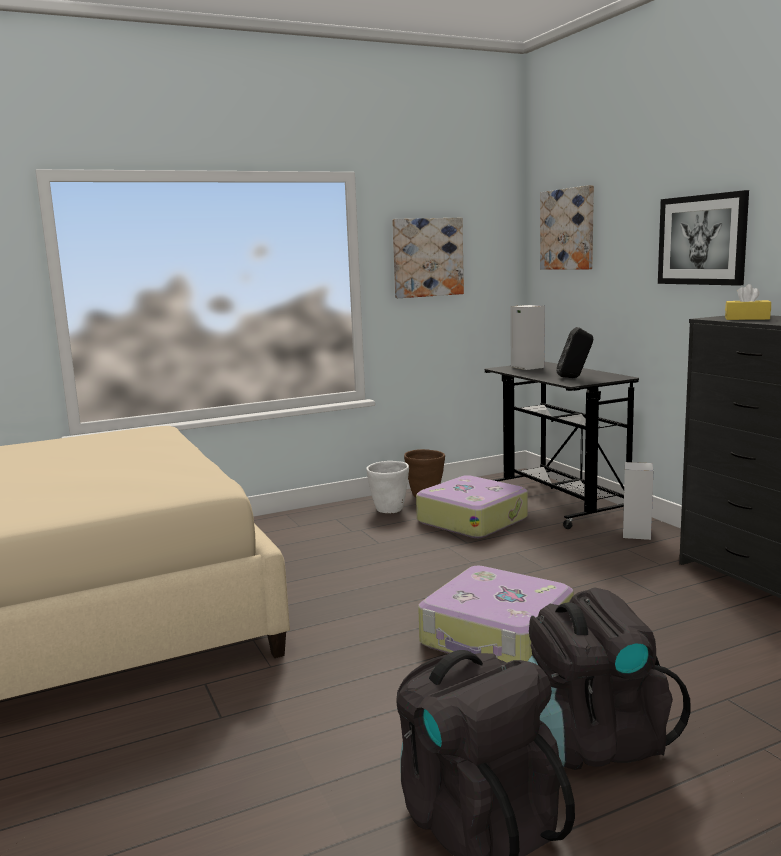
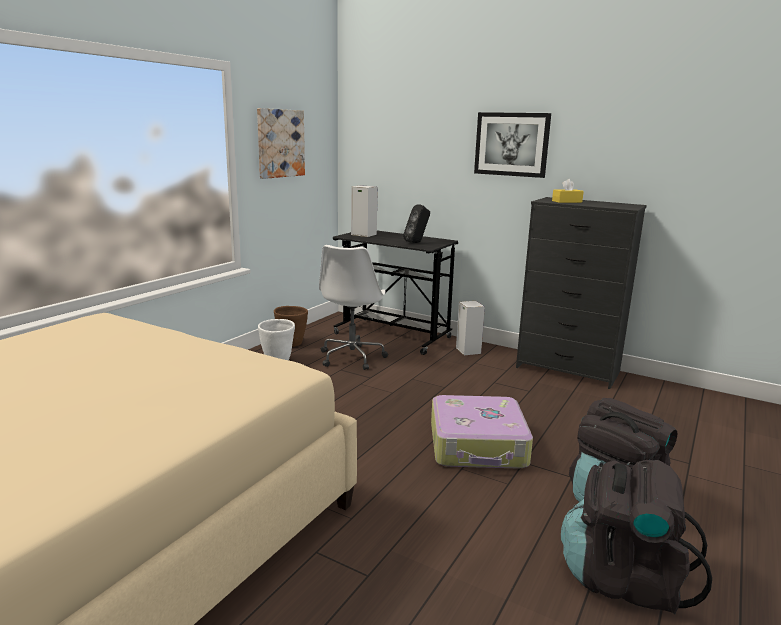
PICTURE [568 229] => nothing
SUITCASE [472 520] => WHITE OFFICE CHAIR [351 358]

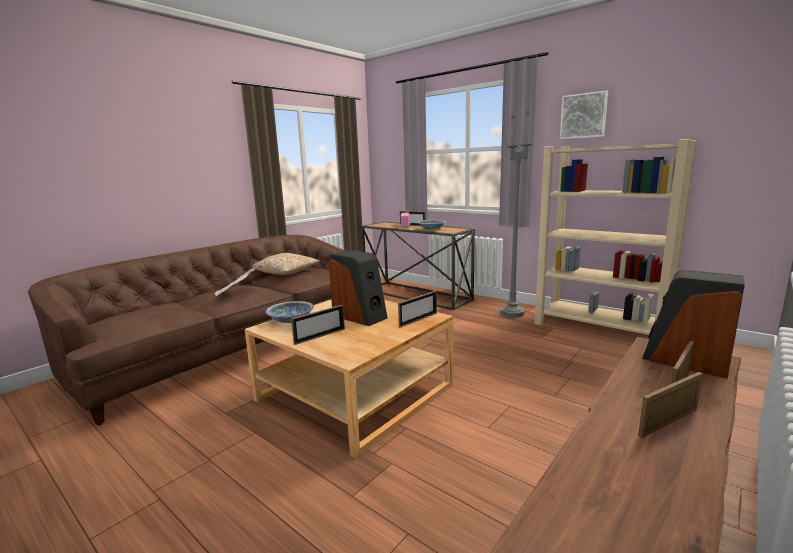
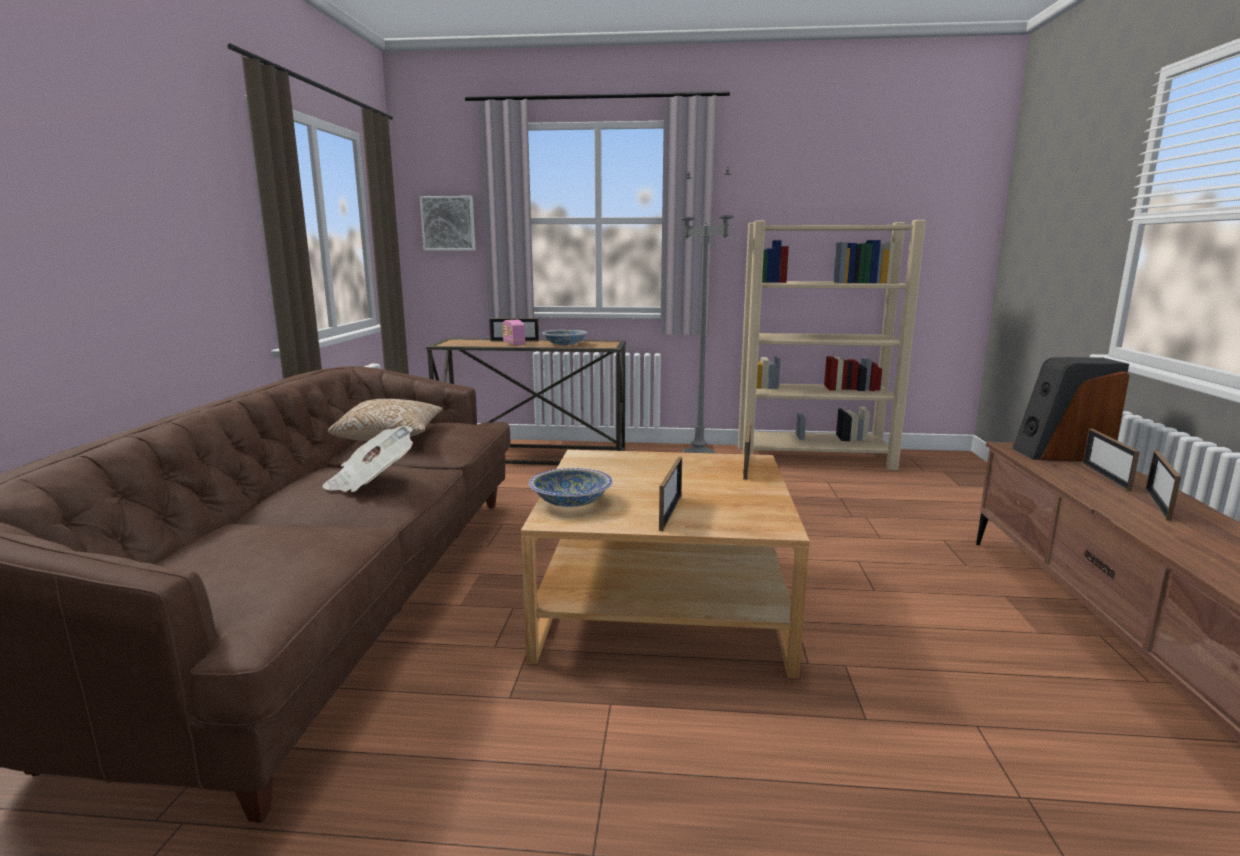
SPEAKER [360 316] => nothing
PICTURE [583 116] => PICTURE [448 223], moved

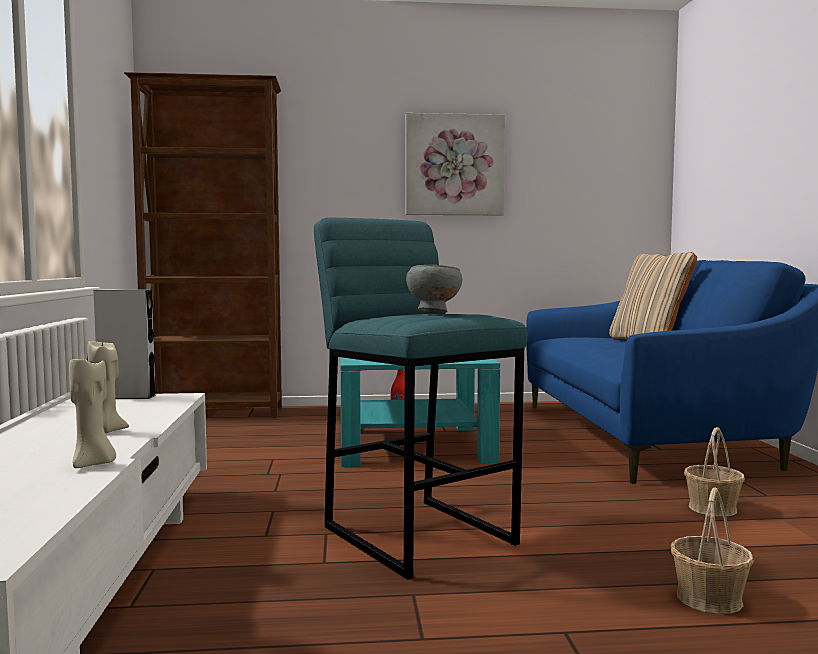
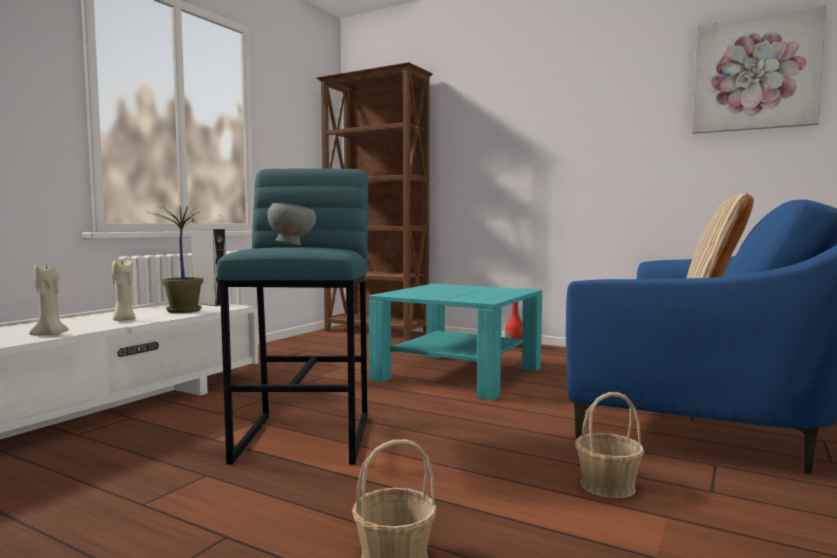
nothing => POTTED PLANT [185 311]
PICTURE [454 165] => PICTURE [755 74], moved

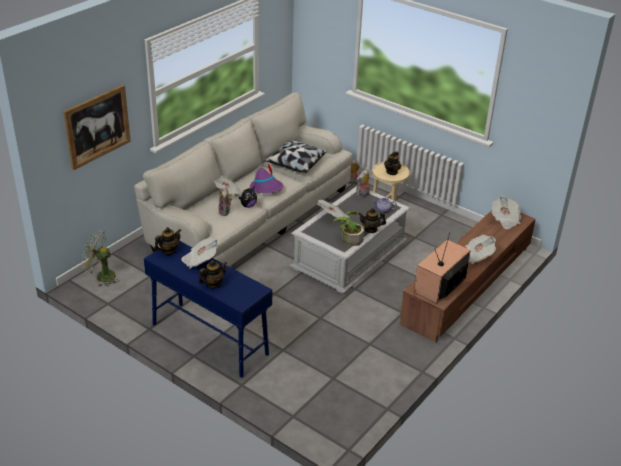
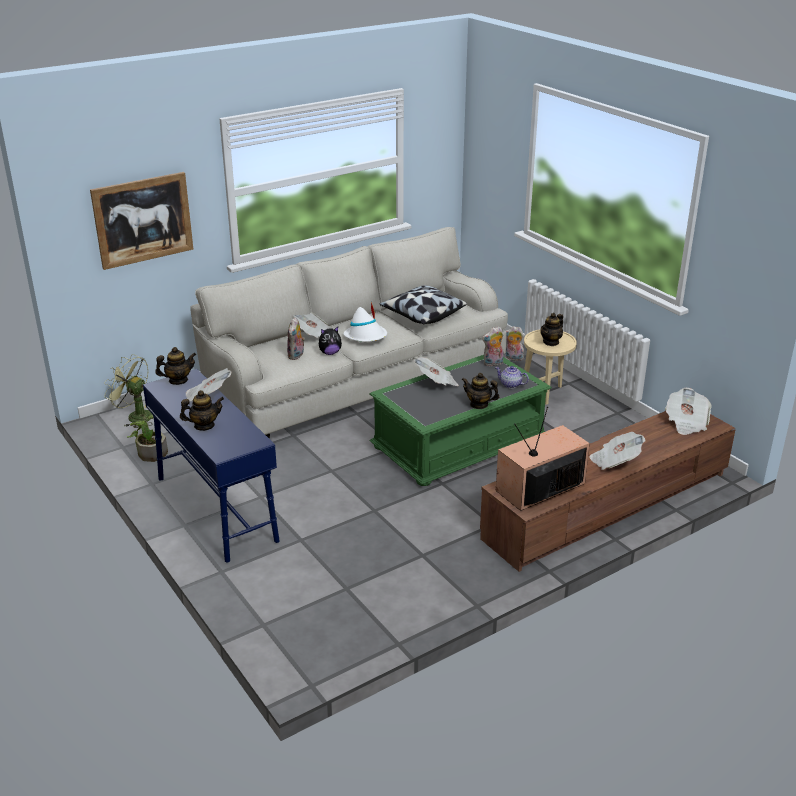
POTTED PLANT [349 238] => POTTED PLANT [150 452], moved
PURPLE HAT [267 188] => WHITE HAT [366 336]
WHITE COFFEE TABLE [349 255] => GREEN COFFEE TABLE [459 442]

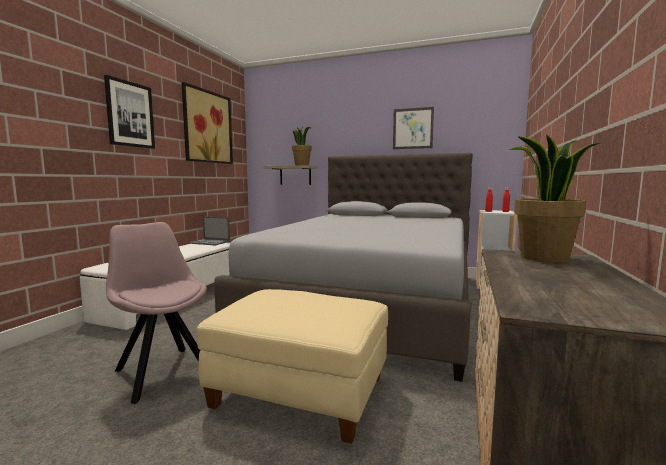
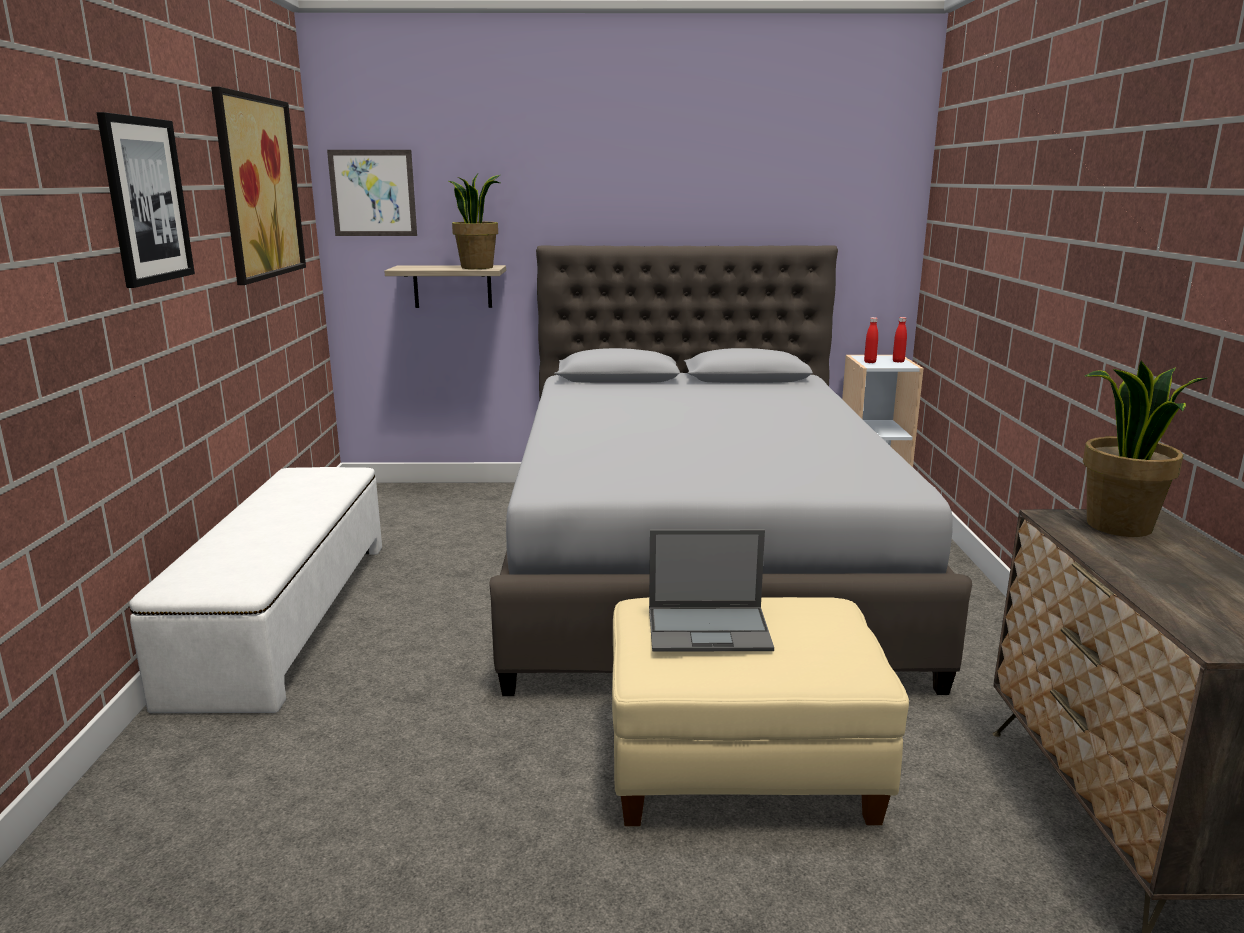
PINK CHAIR [163 372] => nothing
LAPTOP [210 242] => LAPTOP [710 629], moved
PICTURE [413 128] => PICTURE [373 193], moved

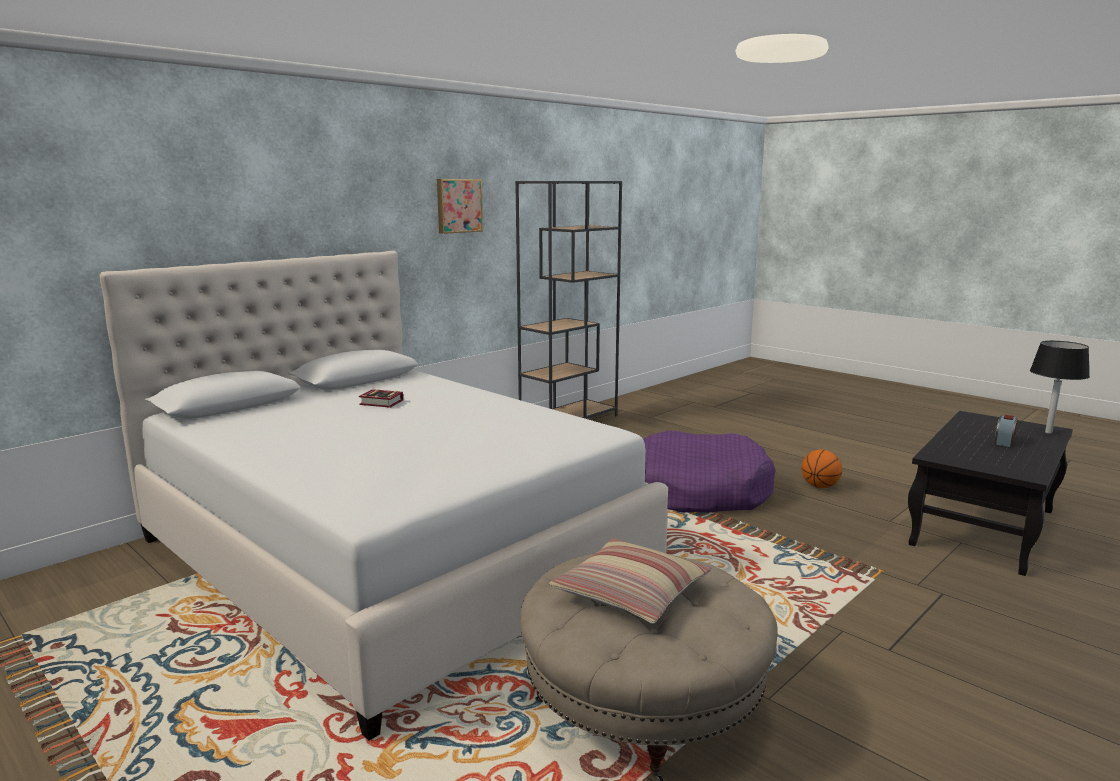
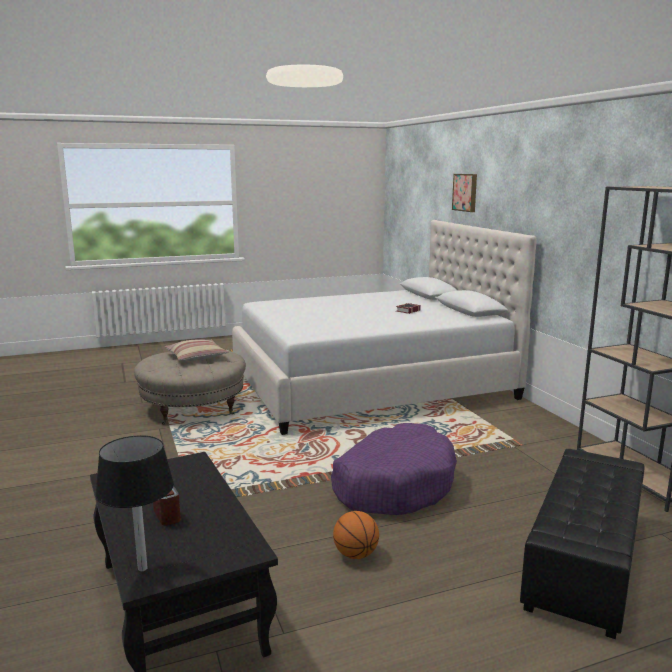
nothing => BLACK OTTOMAN [585 561]
PICTURE [458 205] => PICTURE [465 192], moved

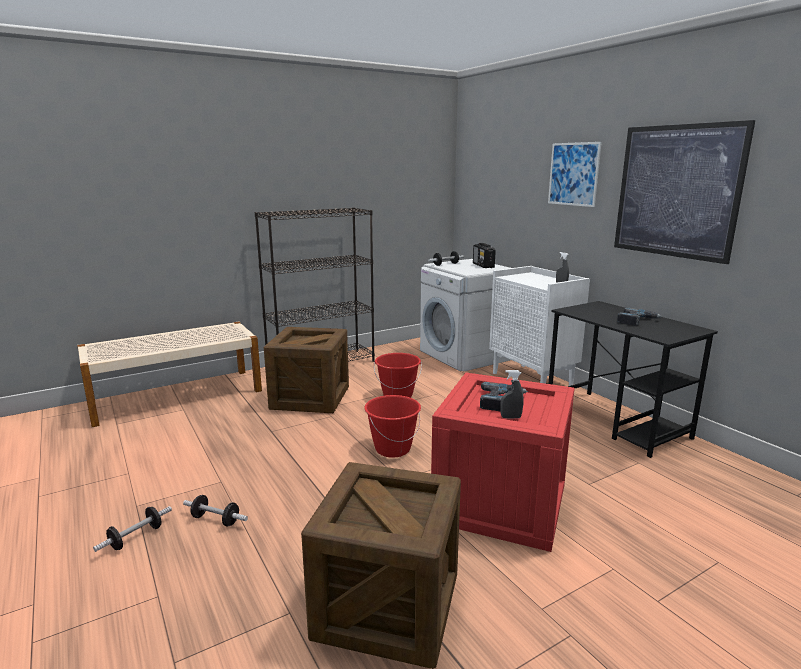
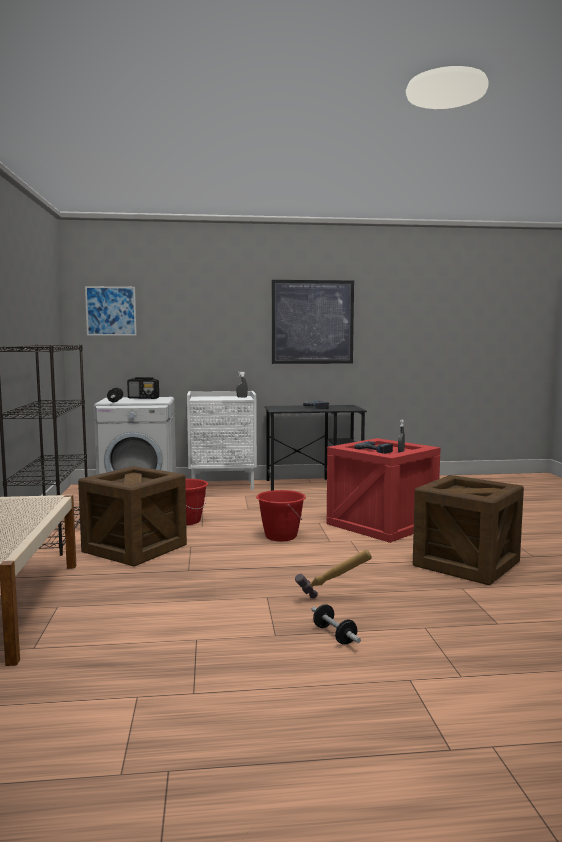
PICTURE [573 174] => PICTURE [111 311], moved
DUMBBELL [216 520] => HAMMER [332 602]

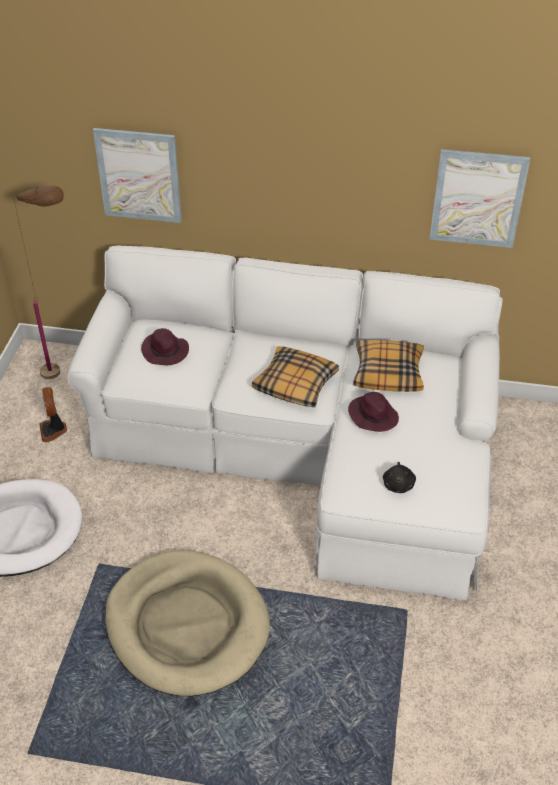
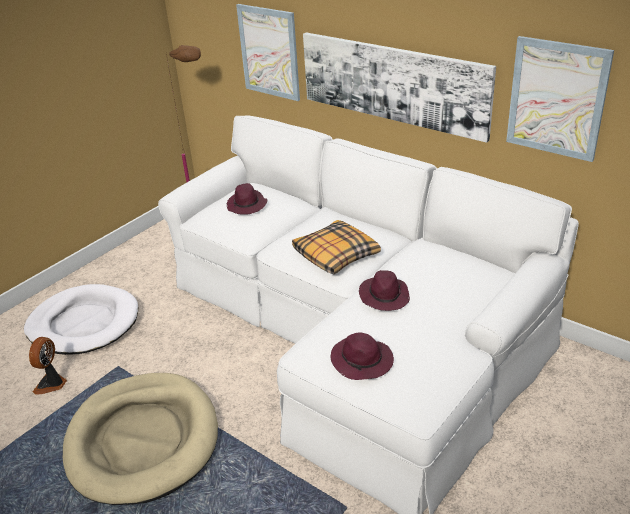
PILLOW [388 372] => nothing
nothing => PICTURE [393 83]
FAN [53 430] => FAN [52 384], moved
BLACK PLUSH TOY [398 484] => PURPLE HAT [362 361]

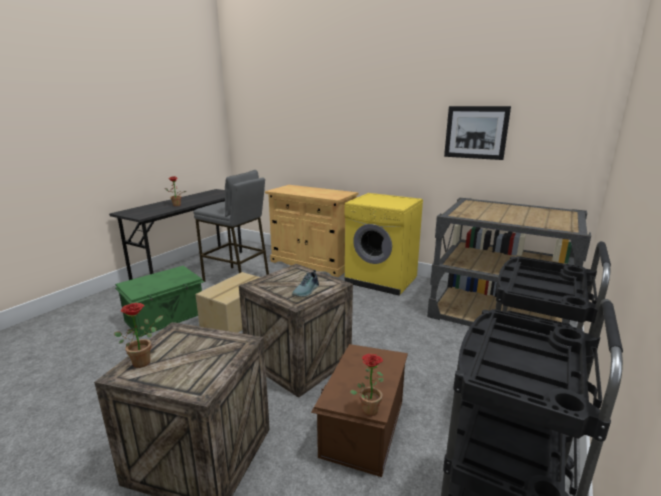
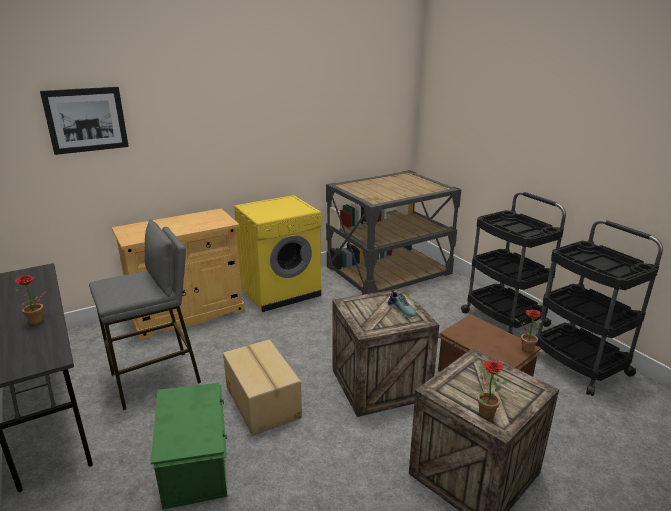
PICTURE [476 132] => PICTURE [86 120], moved

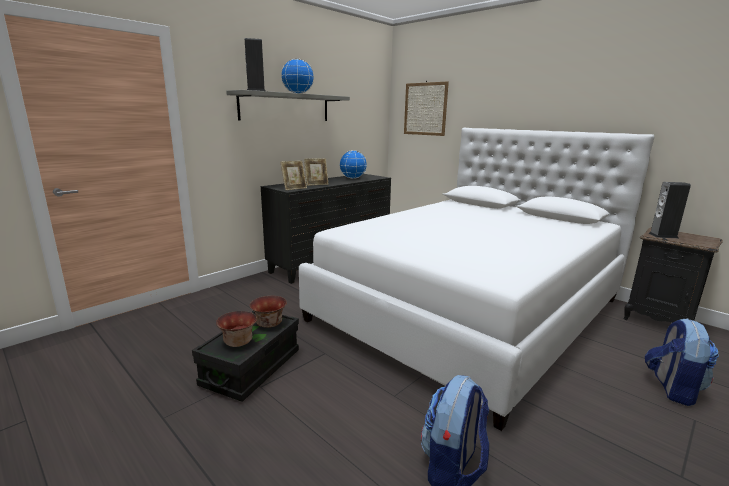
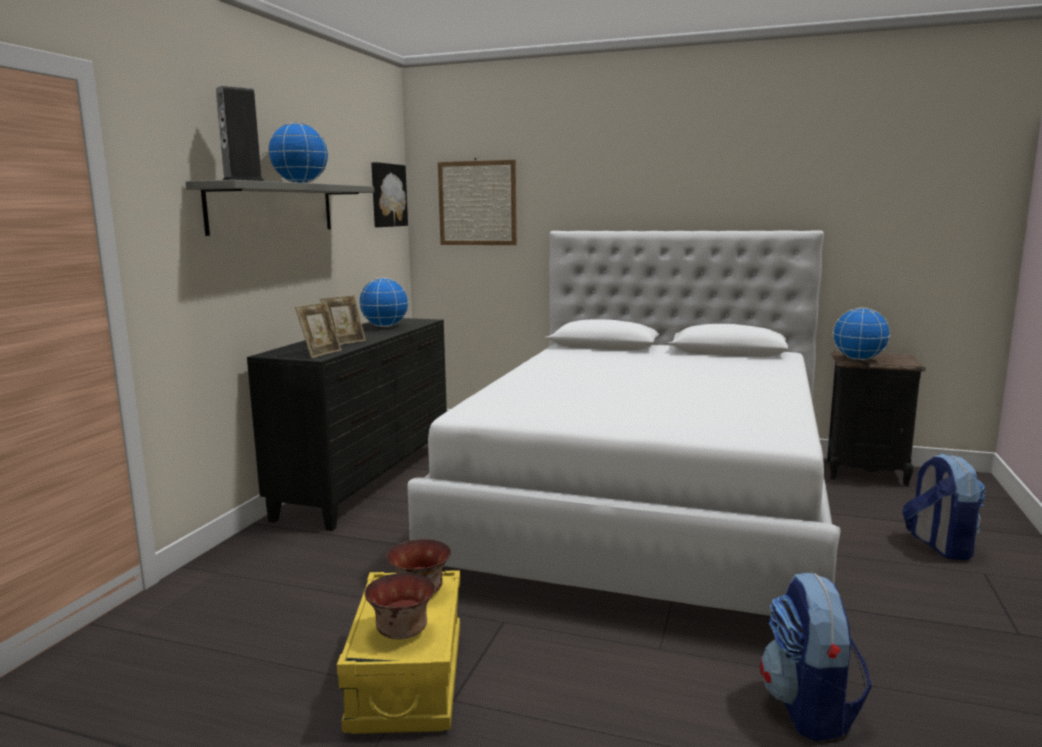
nothing => PICTURE [387 195]
SPEAKER [663 235] => GLOBE [859 359]
BLACK STORAGE BOX [251 368] => YELLOW STORAGE BOX [408 678]

